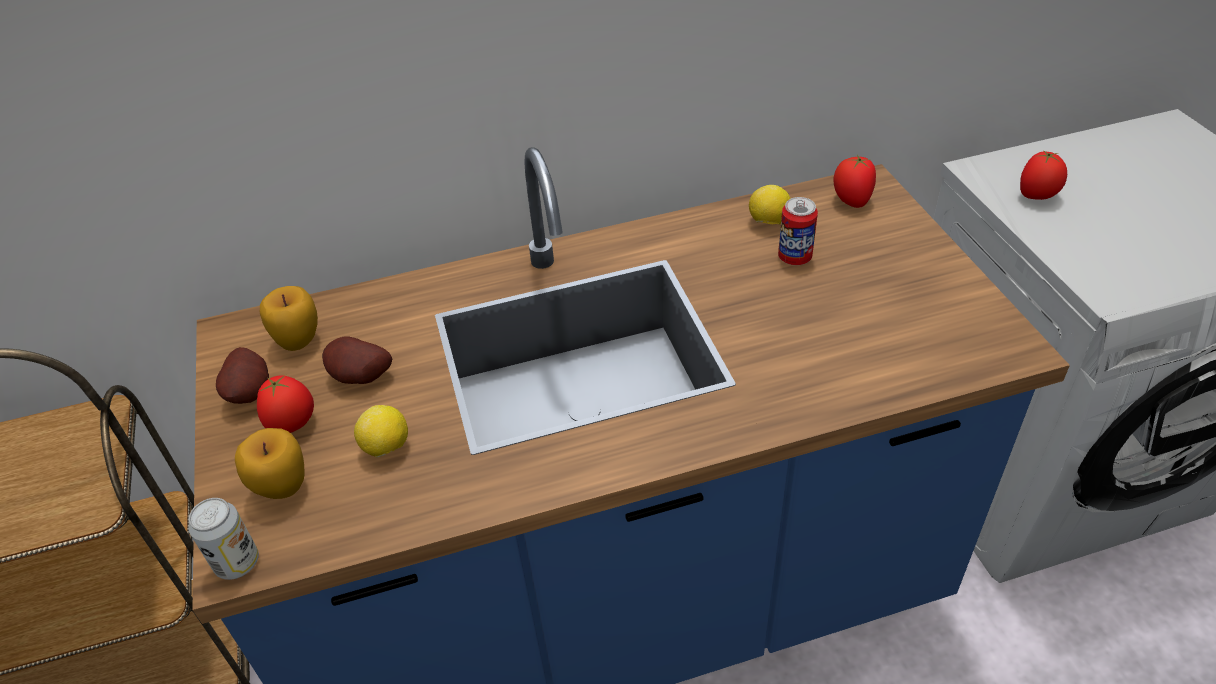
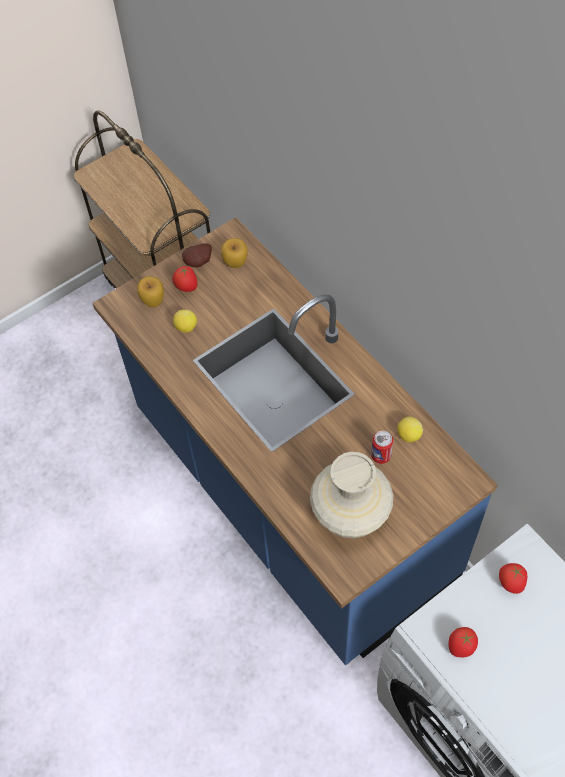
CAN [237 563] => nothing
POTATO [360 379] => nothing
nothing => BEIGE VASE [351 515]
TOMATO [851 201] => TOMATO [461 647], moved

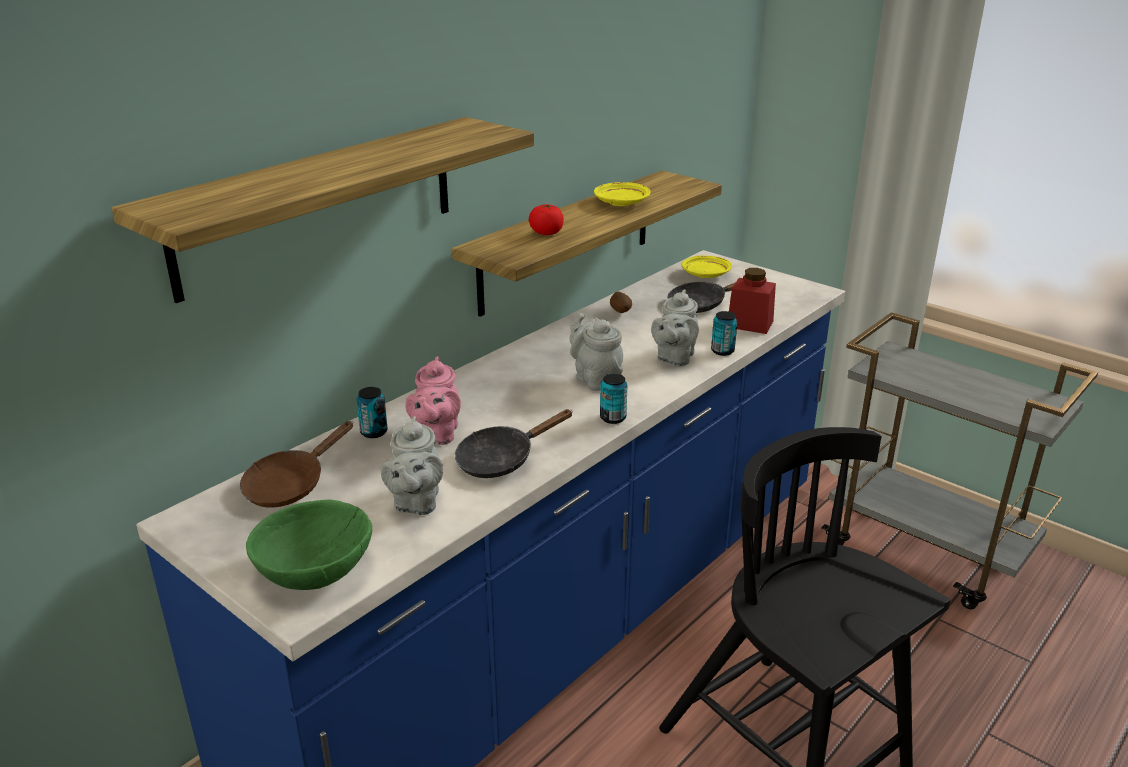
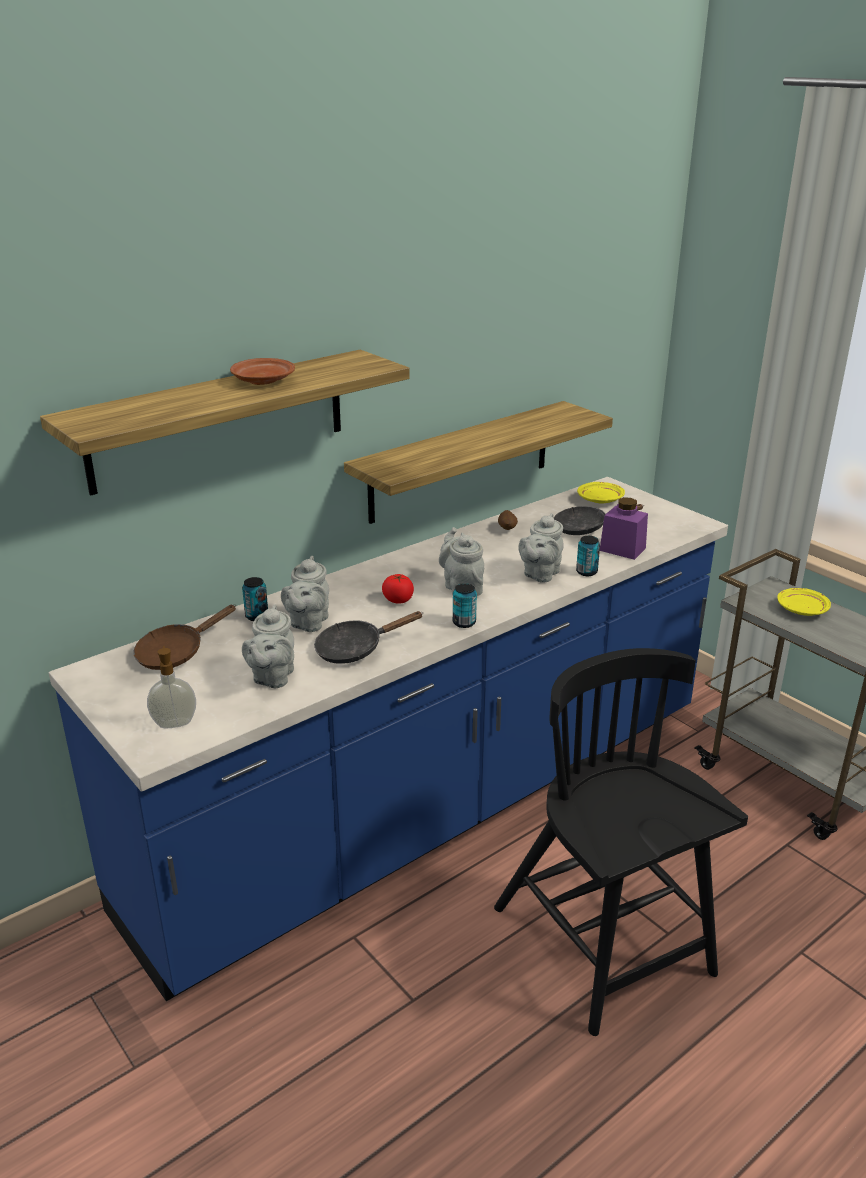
nothing => BROWN PLATE [263 381]
TOMATO [546 233] => TOMATO [398 600], moved
YELLOW PLATE [621 202] => YELLOW PLATE [801 609], moved
GREEN BOWL [314 570] => SOAP DISPENSER [174 722]
PINK TEAPOT [436 434] => GREY TEAPOT [308 623]
RED JAR [750 324] => PURPLE JAR [622 549]

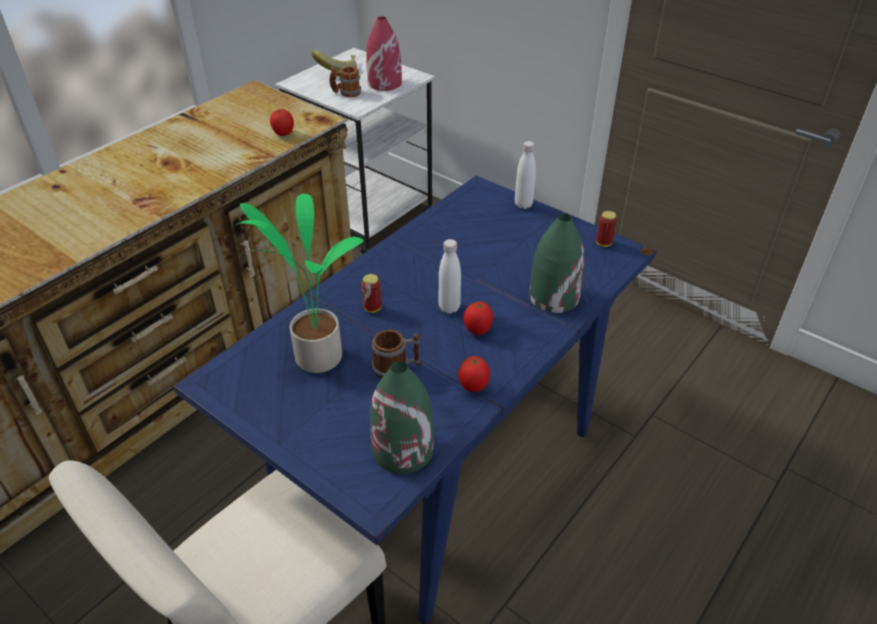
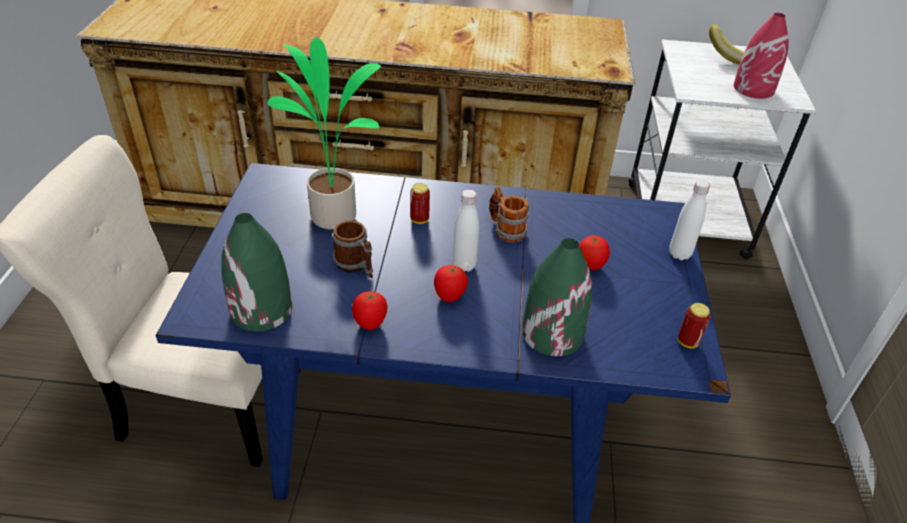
TOMATO [283 134] => TOMATO [590 266], moved
MUG [346 93] => MUG [505 229], moved

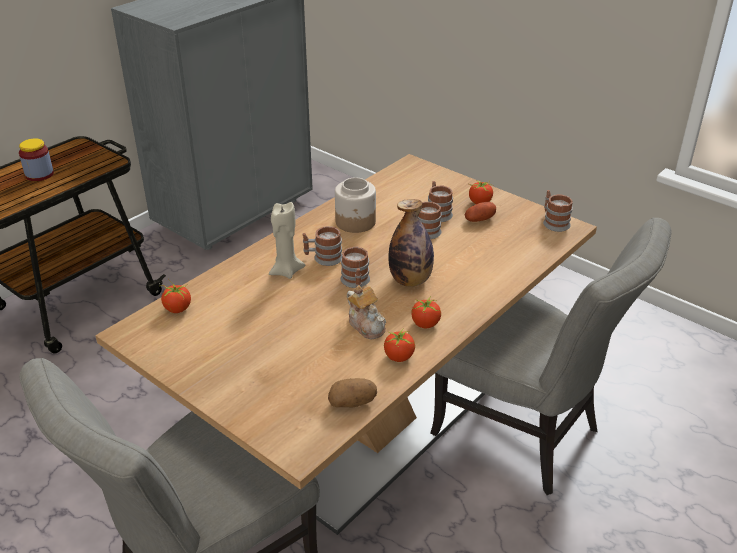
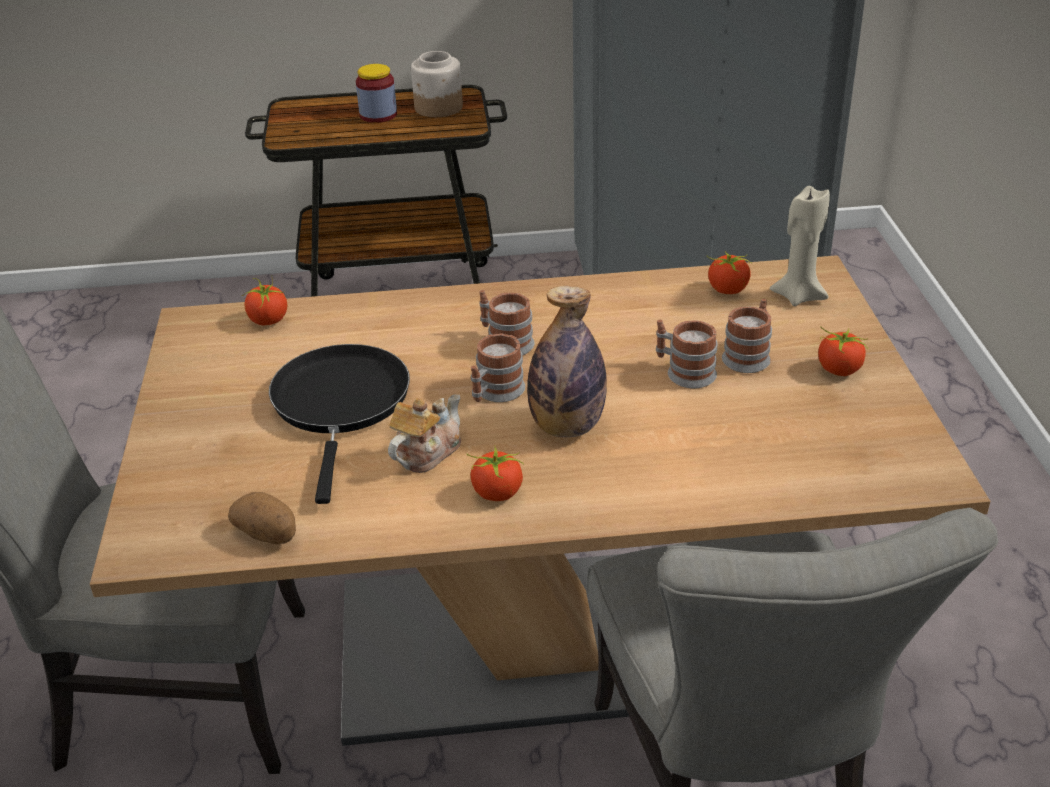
POTATO [479 219] => nothing
MUG [554 222] => nothing
nothing => BLACK FRYING PAN [340 404]
BEIGE CANDLE [286 271] => BEIGE CANDLE [798 296], moved
JAR [356 222] => JAR [438 108], moved
TOMATO [399 357] => TOMATO [727 290], moved
TEAPOT [366 325] => TEAPOT [426 452], 150 degrees counterclockwise

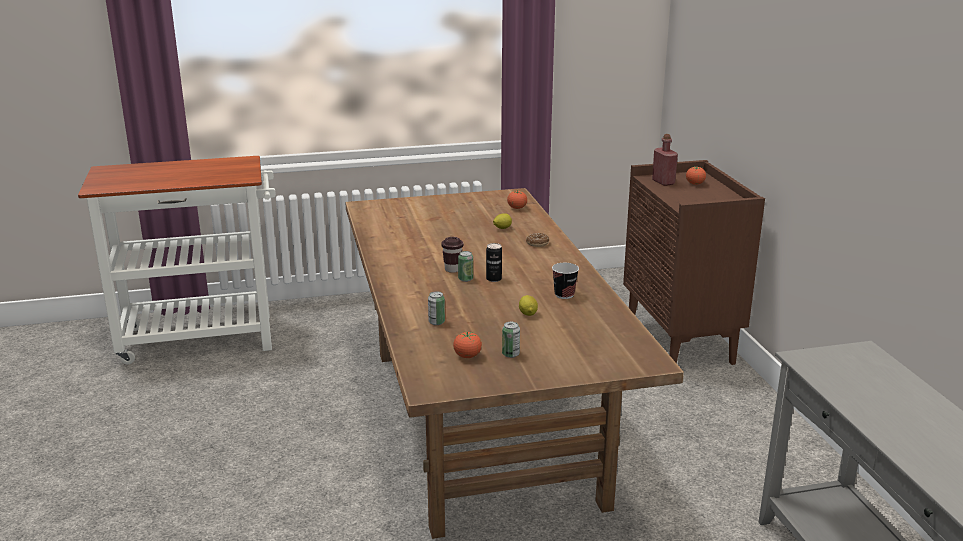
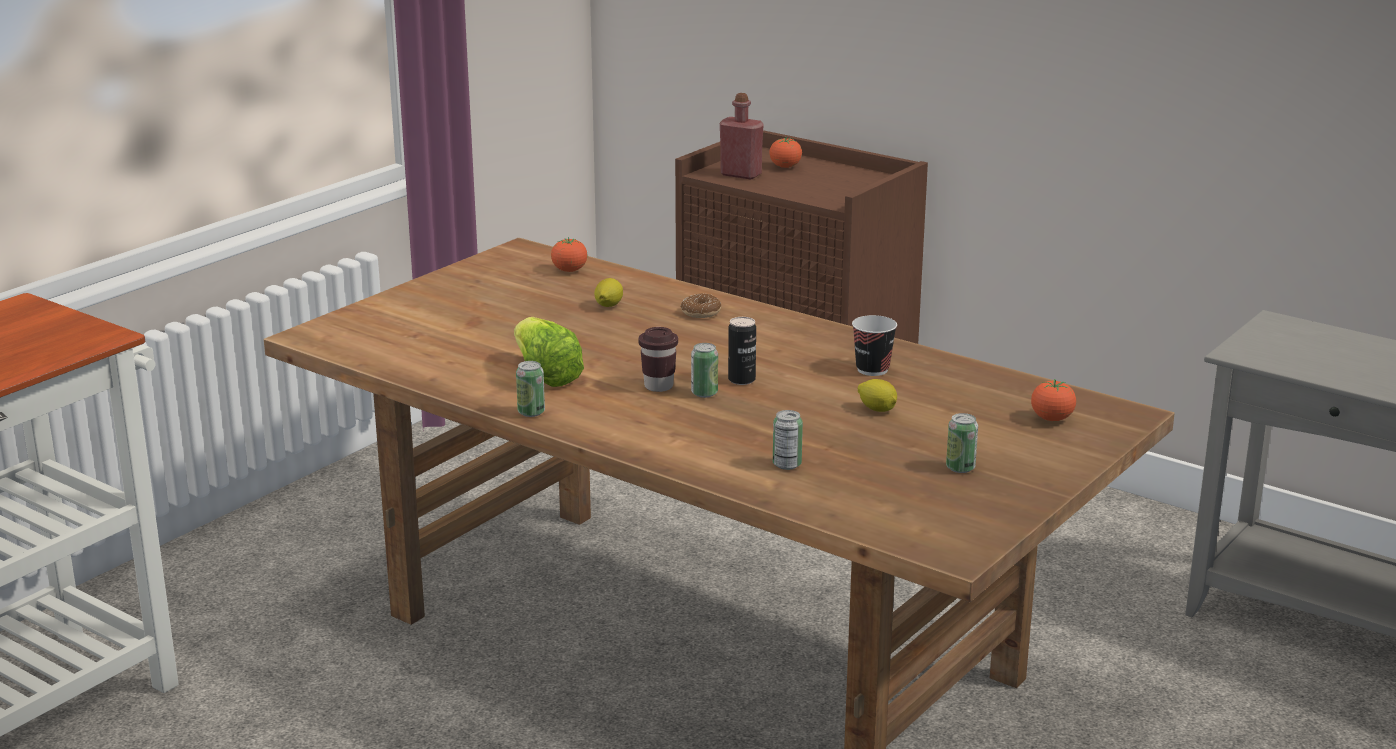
nothing => LETTUCE [545 375]
nothing => CAN [531 412]
TOMATO [467 356] => TOMATO [1052 419], moved

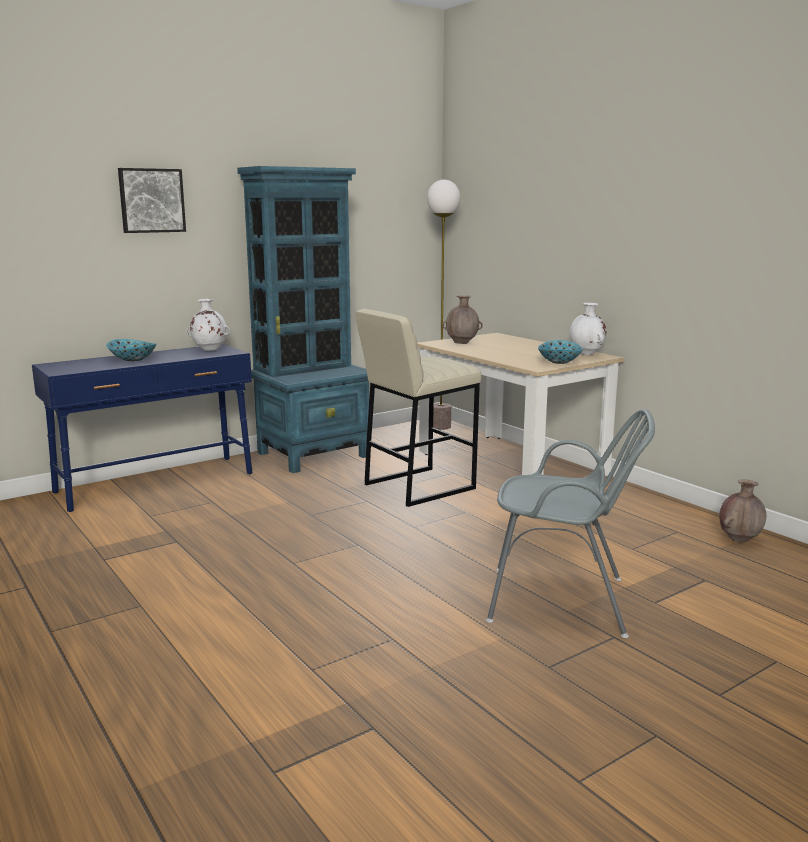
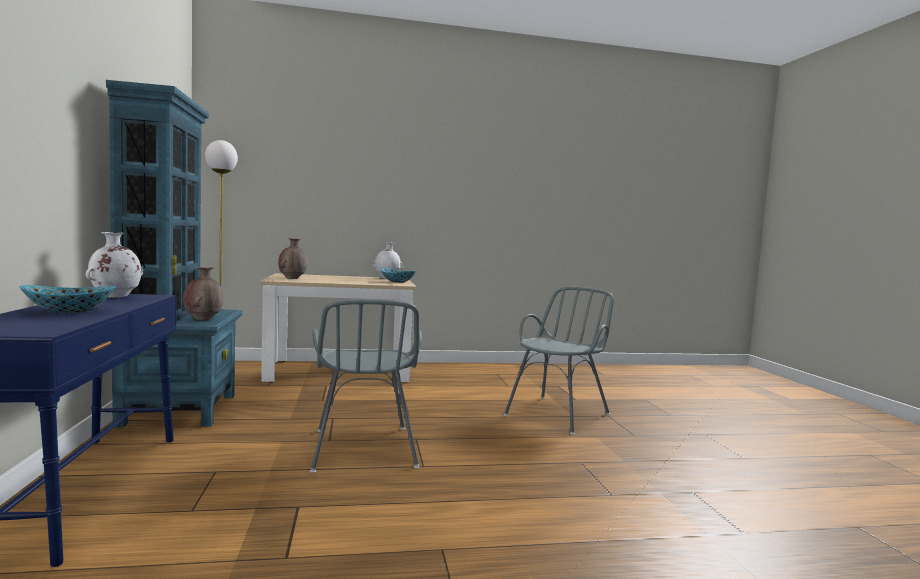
PICTURE [151 200] => nothing
BEIGE STOOL [417 487] => nothing
nothing => GREY CHAIR [363 450]
BROWN VASE [739 539] => BROWN VASE [203 319], moved

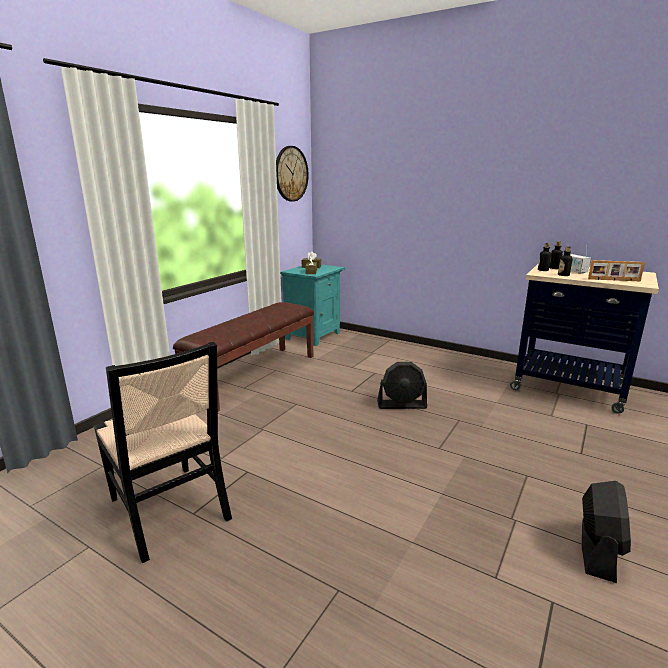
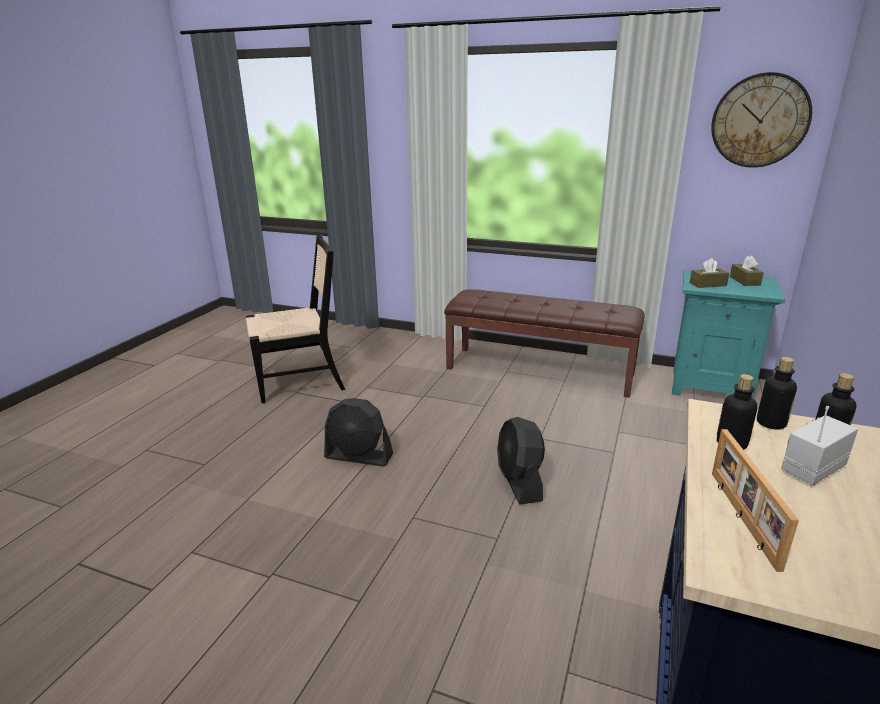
BLACK FAN [598 550] => BLACK FAN [359 456], moved
CHAIR [168 510] => CHAIR [300 382], 150 degrees counterclockwise

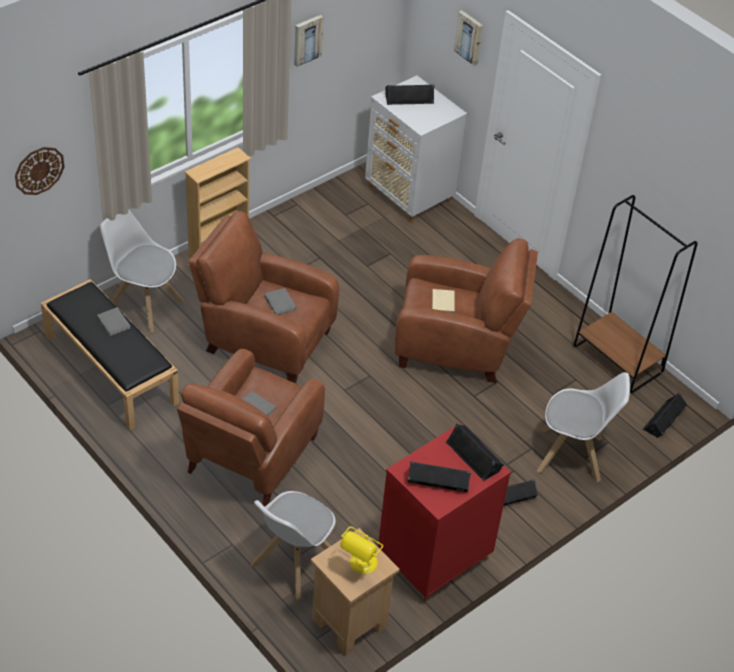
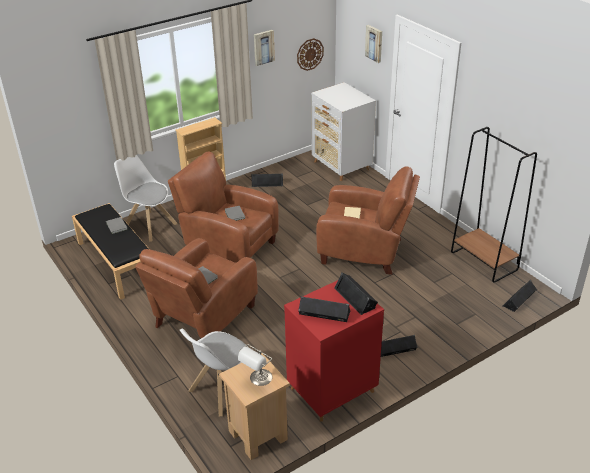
CHAIR [572 455] => nothing
WALL CLOCK [39 170] => WALL CLOCK [310 54], moved
BLACK SPEAKER [409 97] => BLACK SPEAKER [267 182], moved
YELLOW TABLE LAMP [361 566] => WHITE TABLE LAMP [258 380]

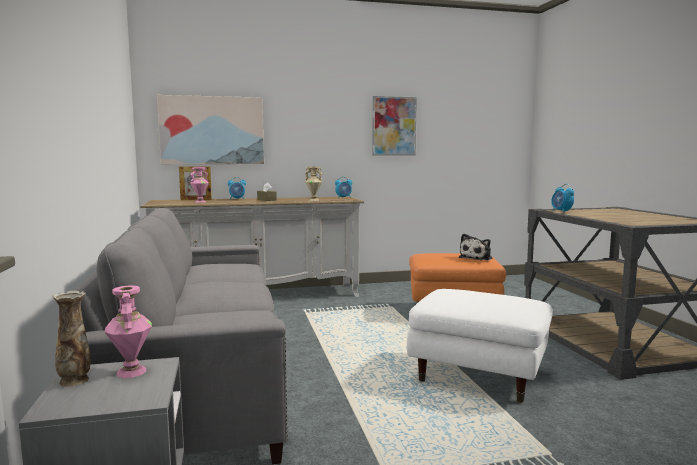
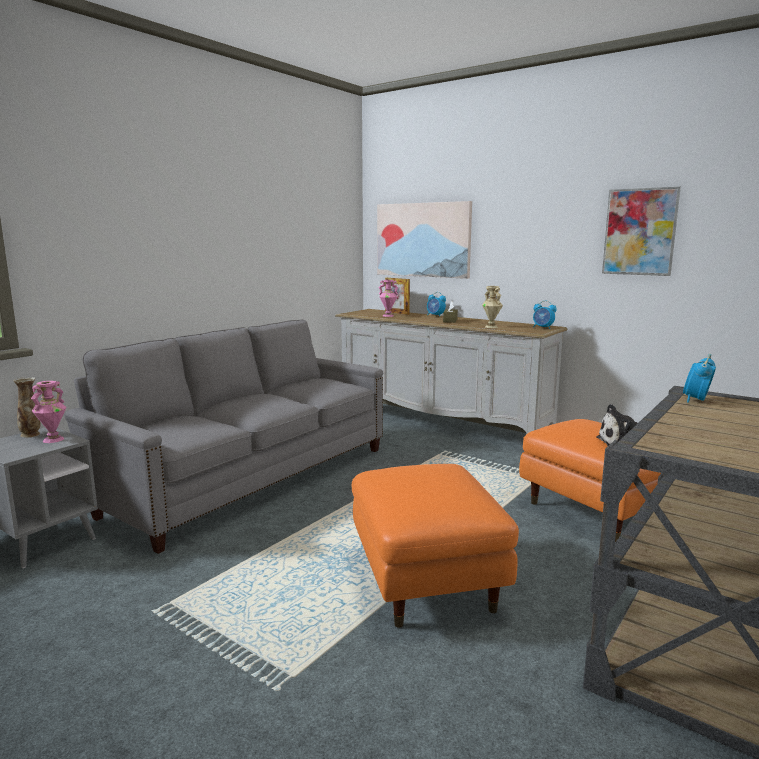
WHITE OTTOMAN [479 377] => ORANGE OTTOMAN [427 584]

